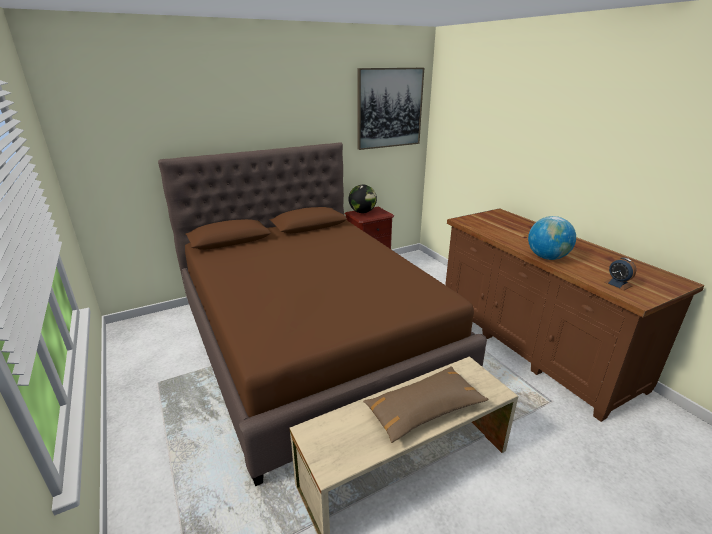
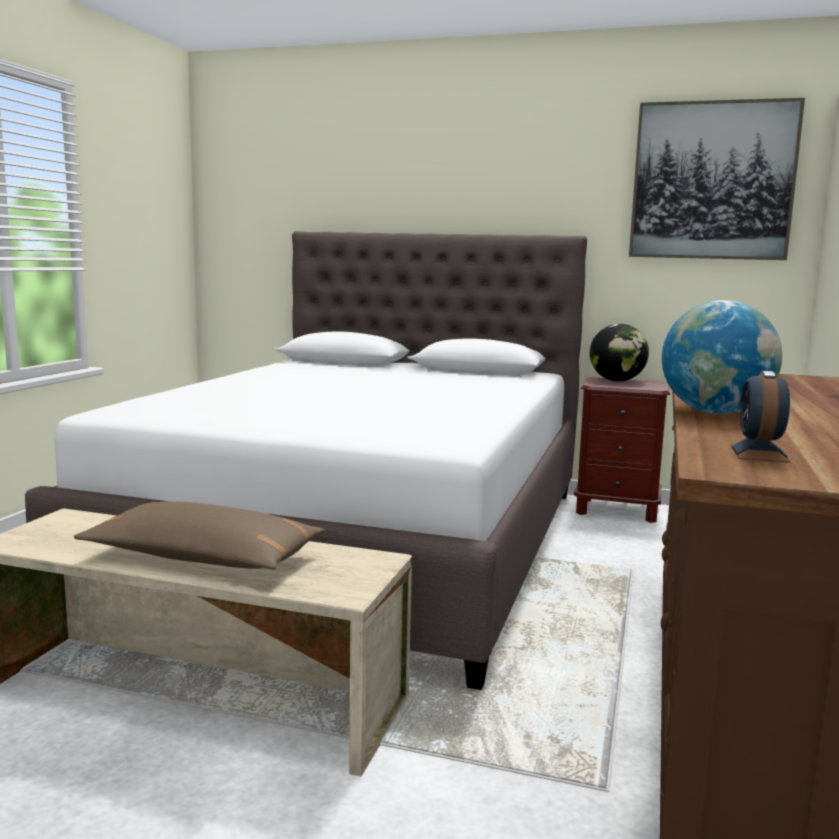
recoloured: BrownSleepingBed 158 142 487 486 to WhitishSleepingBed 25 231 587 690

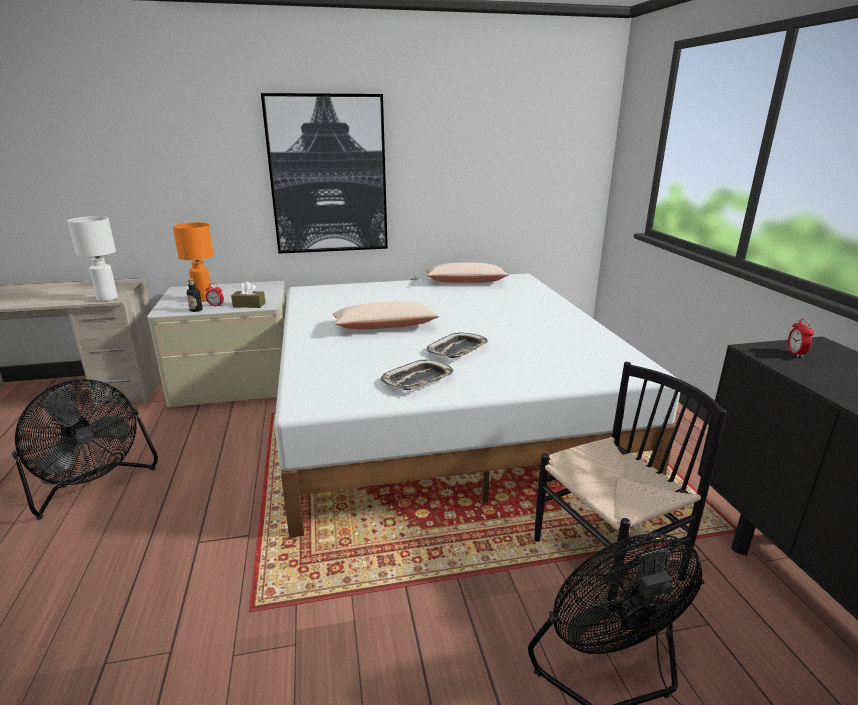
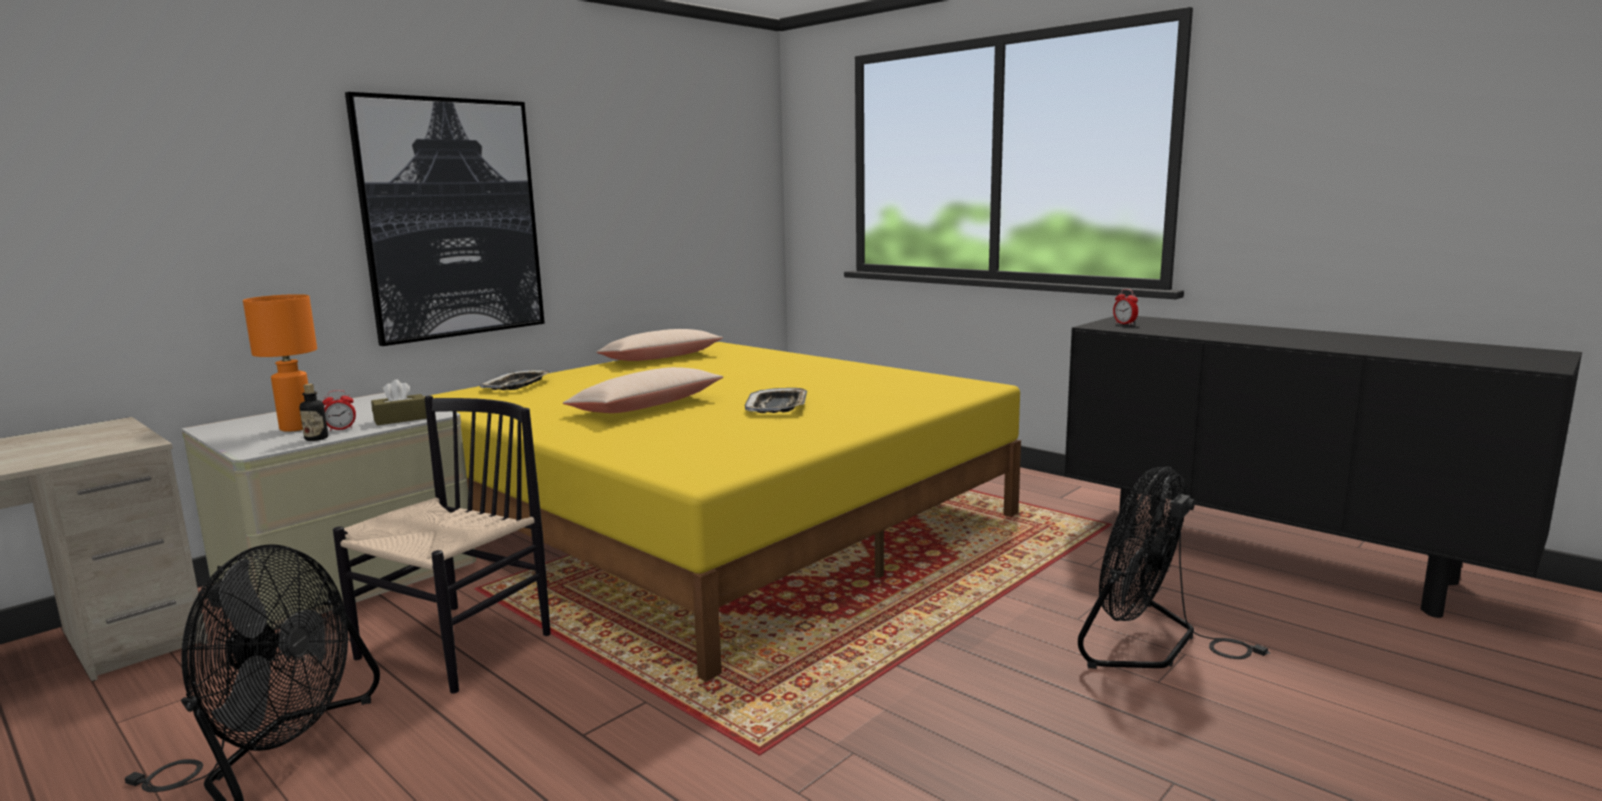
removed: WhitishLampForATable 67 216 118 301
moved: Tray 380 359 454 390 to 480 370 551 390; BlackishChair 534 362 727 618 to 333 396 551 694
recoloured: WhitishSleepingBed 274 273 680 538 to YellowColouredSleepingBed 424 342 1021 682

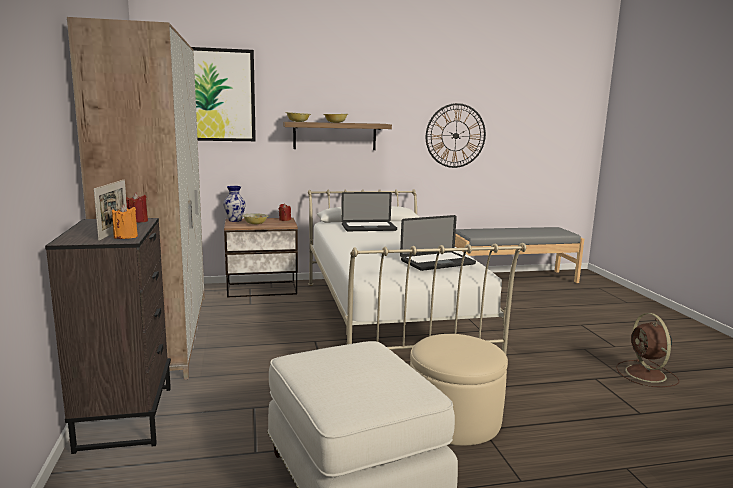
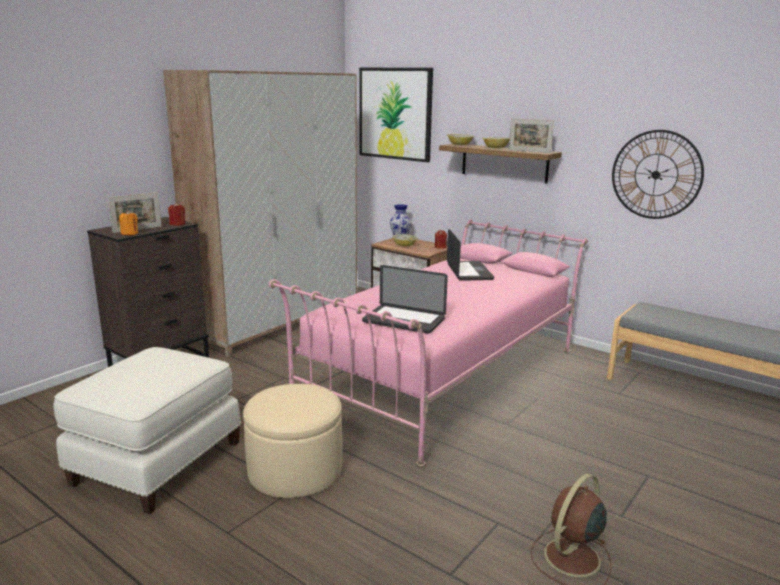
added: PhotoFrame 509 118 554 153
recoloured: WhitishSleepingBed 308 189 527 354 to PinkColouredSleepingBed 269 220 588 467
turned: NotebookComputer 341 192 397 231 = 447 229 494 281 135 degrees counterclockwise

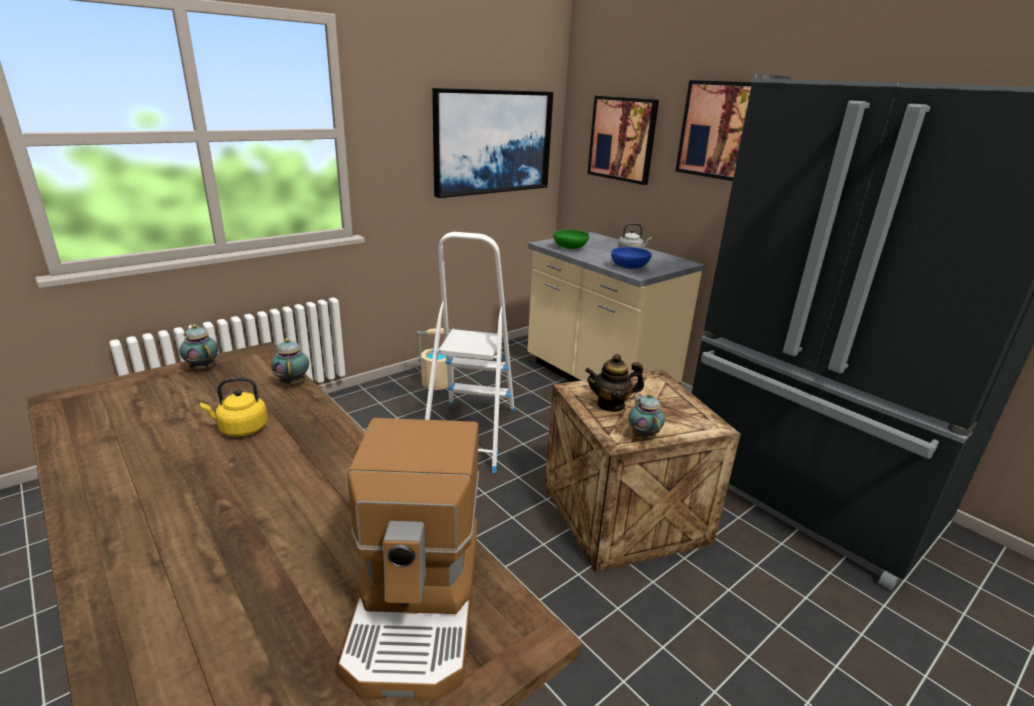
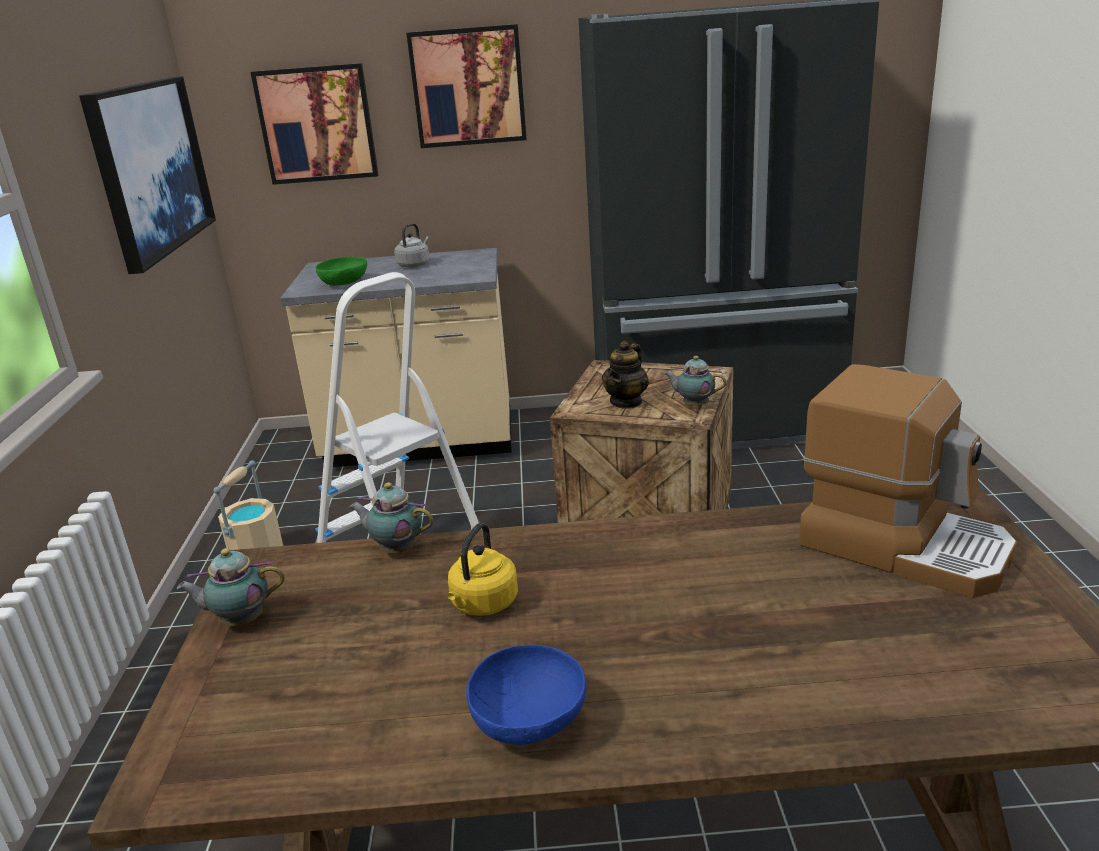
moved: BluishServingBowl 611 247 652 269 to 466 645 586 745

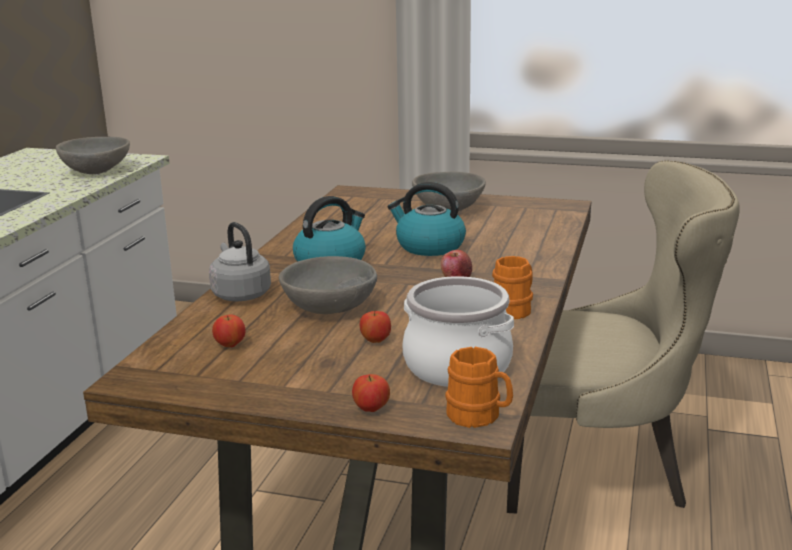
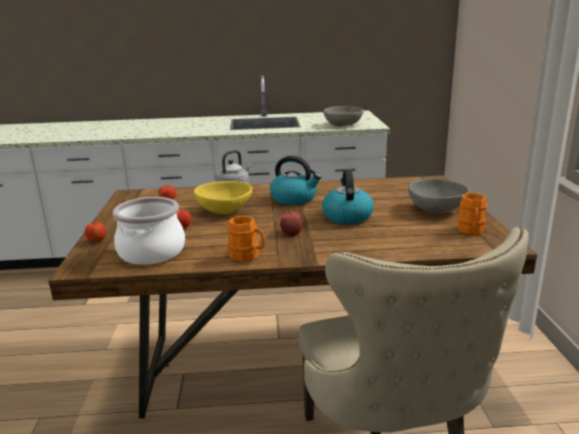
moved: OrangeCoffeeMug 445 347 513 428 to 457 193 488 235
recoloured: GrayServingBowl 279 256 377 314 to YellowColouredServingBowl 194 181 252 214

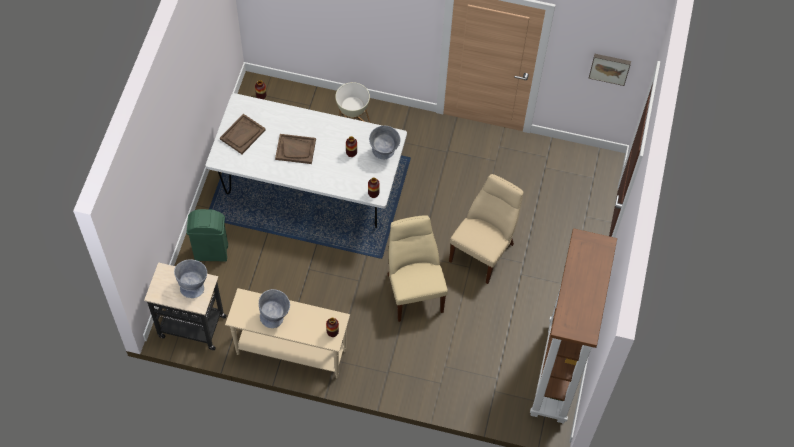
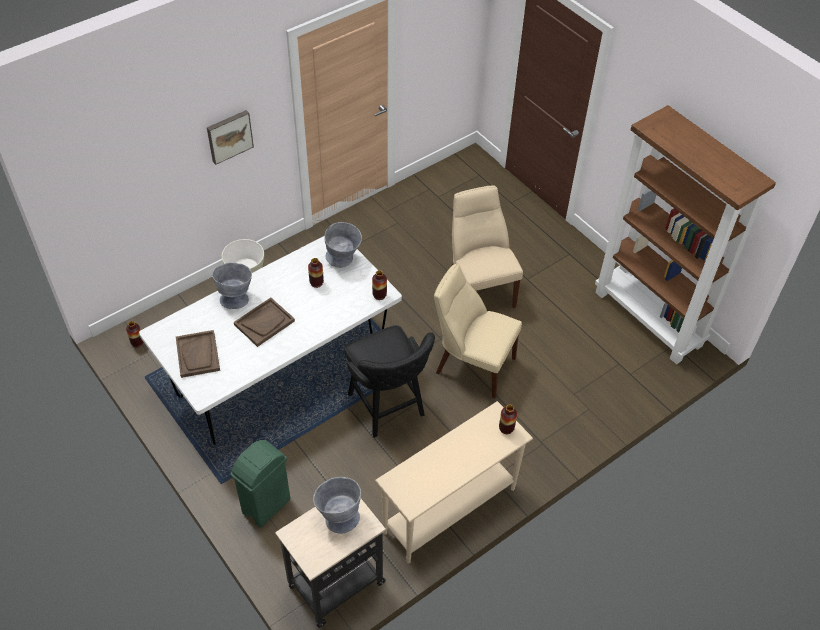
added: BlackishSittingStool 344 325 435 438
moved: GrayServingBowl 259 289 290 328 to 212 262 252 309; WallPicture 589 54 631 86 to 207 110 254 165

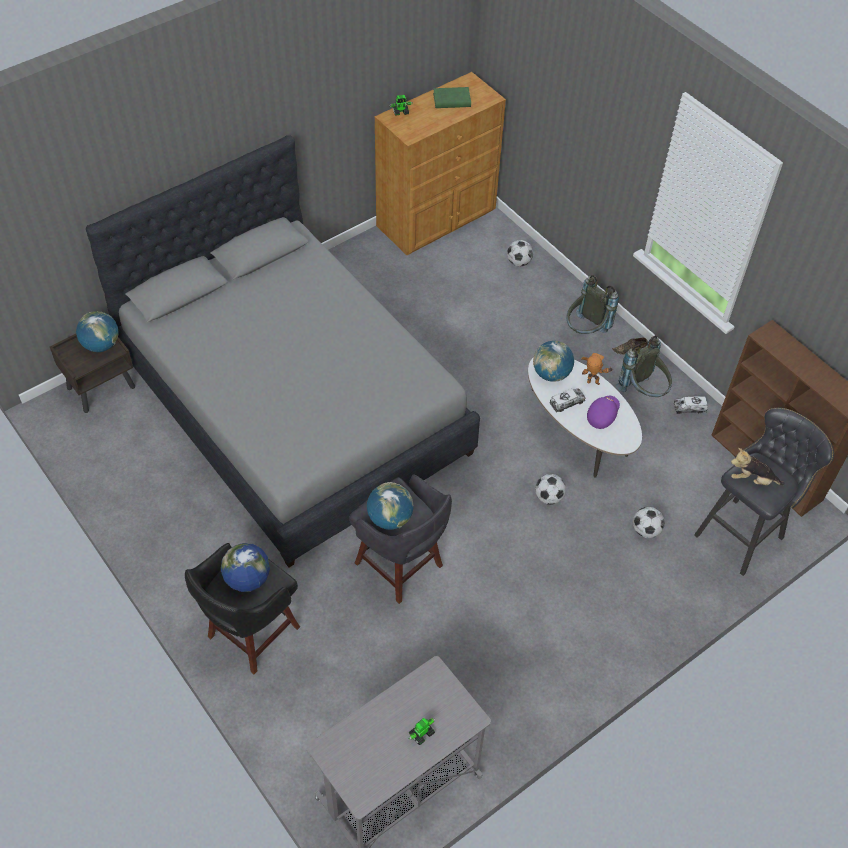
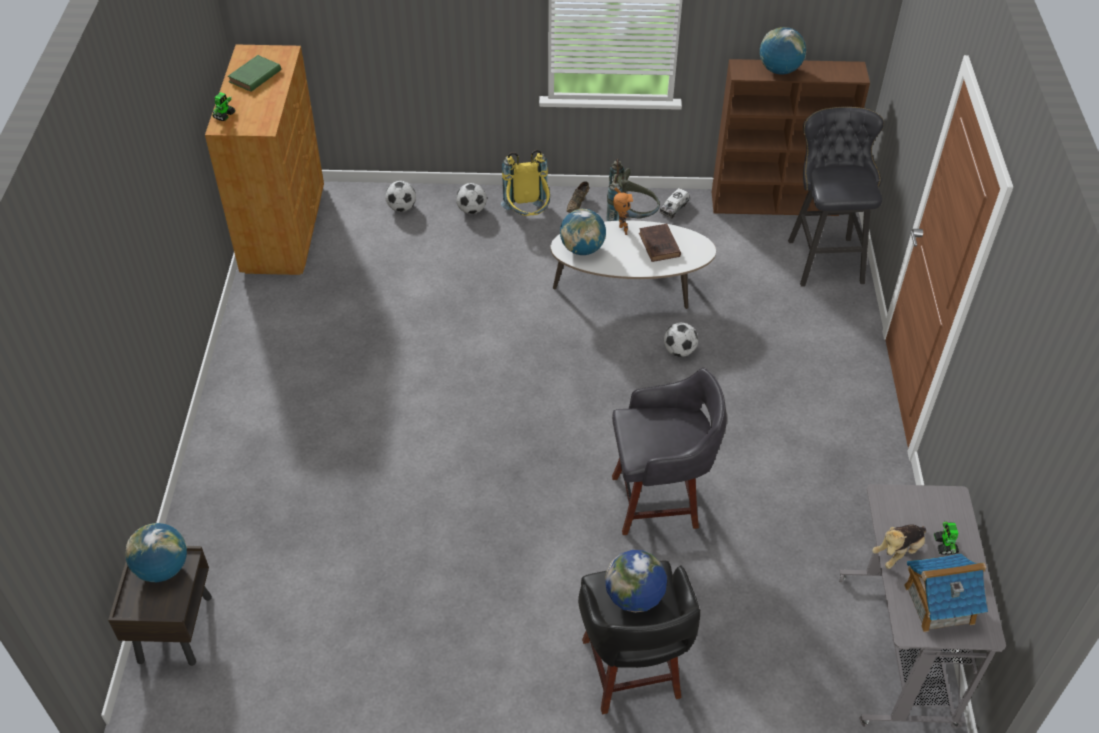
removed: GraySleepingBed 86 135 480 567; ModelTruck 549 388 585 413
added: MiniatureHouse 904 553 988 632
moved: Globe 367 482 414 530 to 760 27 806 75; Football 633 507 665 538 to 456 183 487 214; SoftToy 731 448 785 485 to 872 524 926 569
replaced: PurplishPeakedCap 587 396 620 429 to BrownBoundBook 639 224 681 262
recoloured: GrayKnapsack 566 275 619 334 to YellowColouredKnapsack 501 150 550 216
turned: ToyRobot 581 353 613 385 = 613 188 633 235 105 degrees clockwise

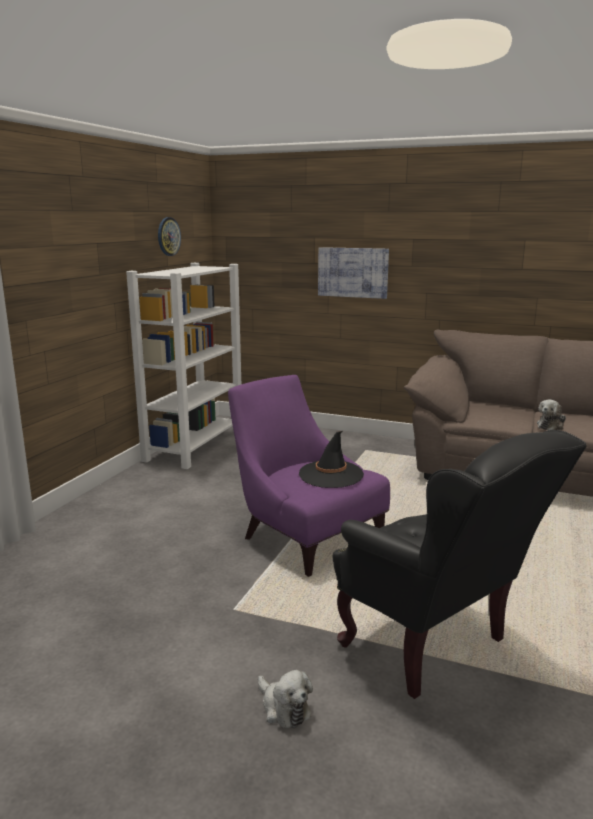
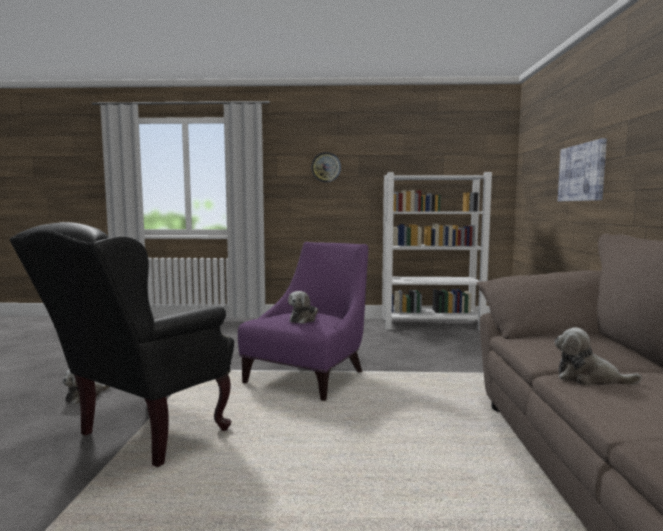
moved: ClockOnTheWall 158 217 181 256 to 311 152 341 182
replaced: BlackishHat 299 431 364 488 to SoftToy 288 291 318 324

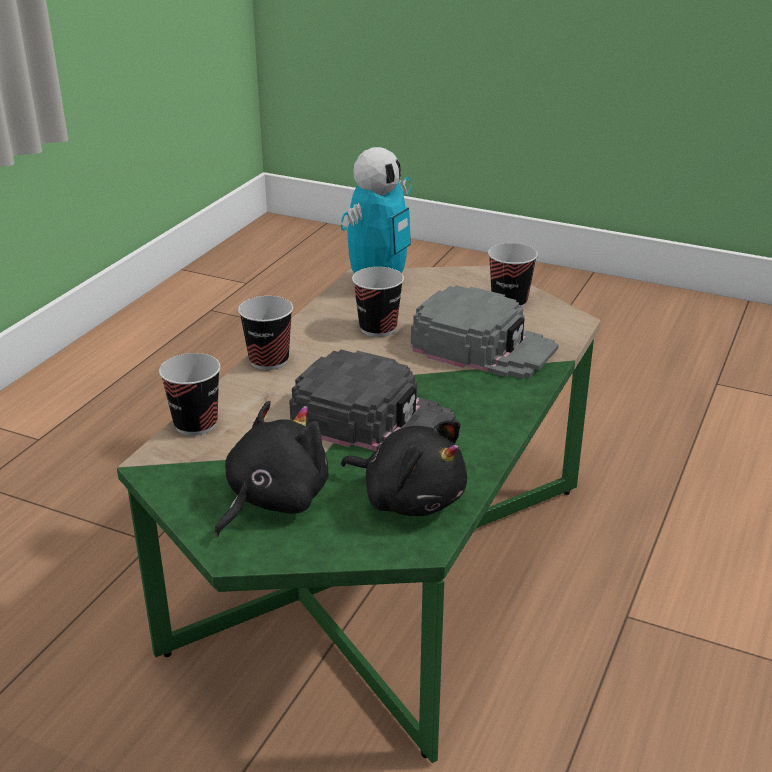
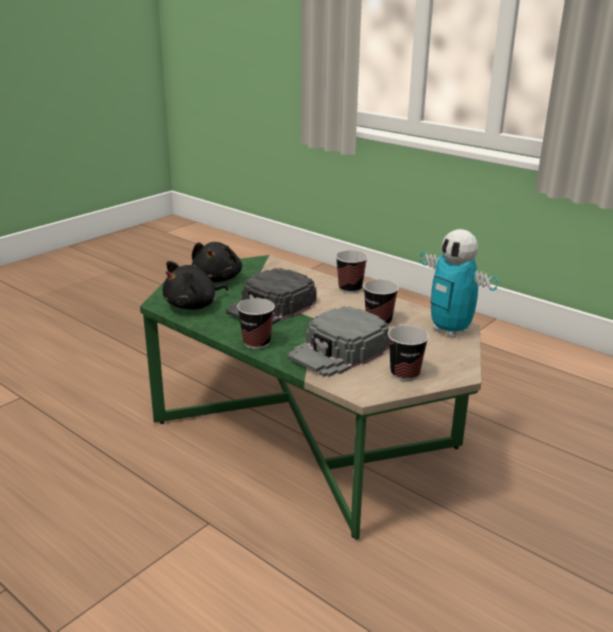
moved: SmallCup 159 353 220 436 to 237 298 275 349
turned: BlackishSoftToy 214 401 329 538 = 192 242 242 282 45 degrees clockwise

